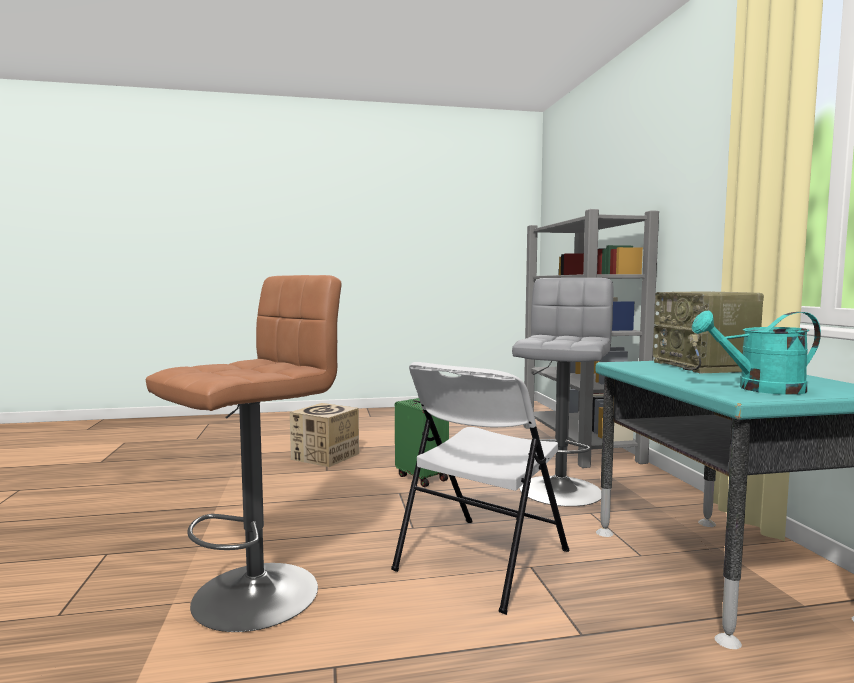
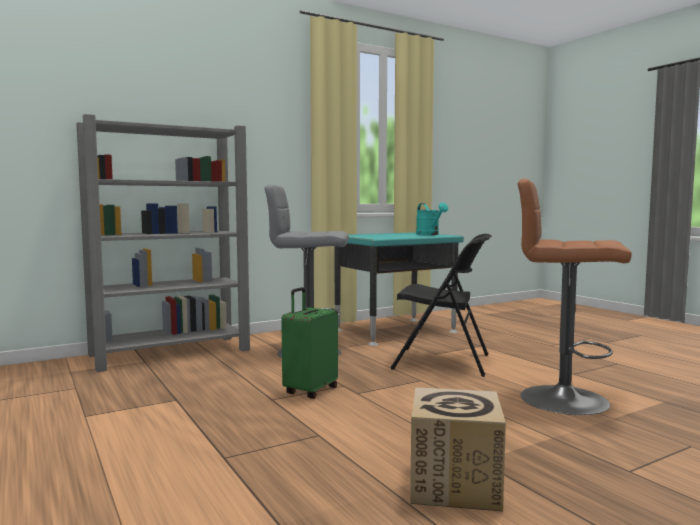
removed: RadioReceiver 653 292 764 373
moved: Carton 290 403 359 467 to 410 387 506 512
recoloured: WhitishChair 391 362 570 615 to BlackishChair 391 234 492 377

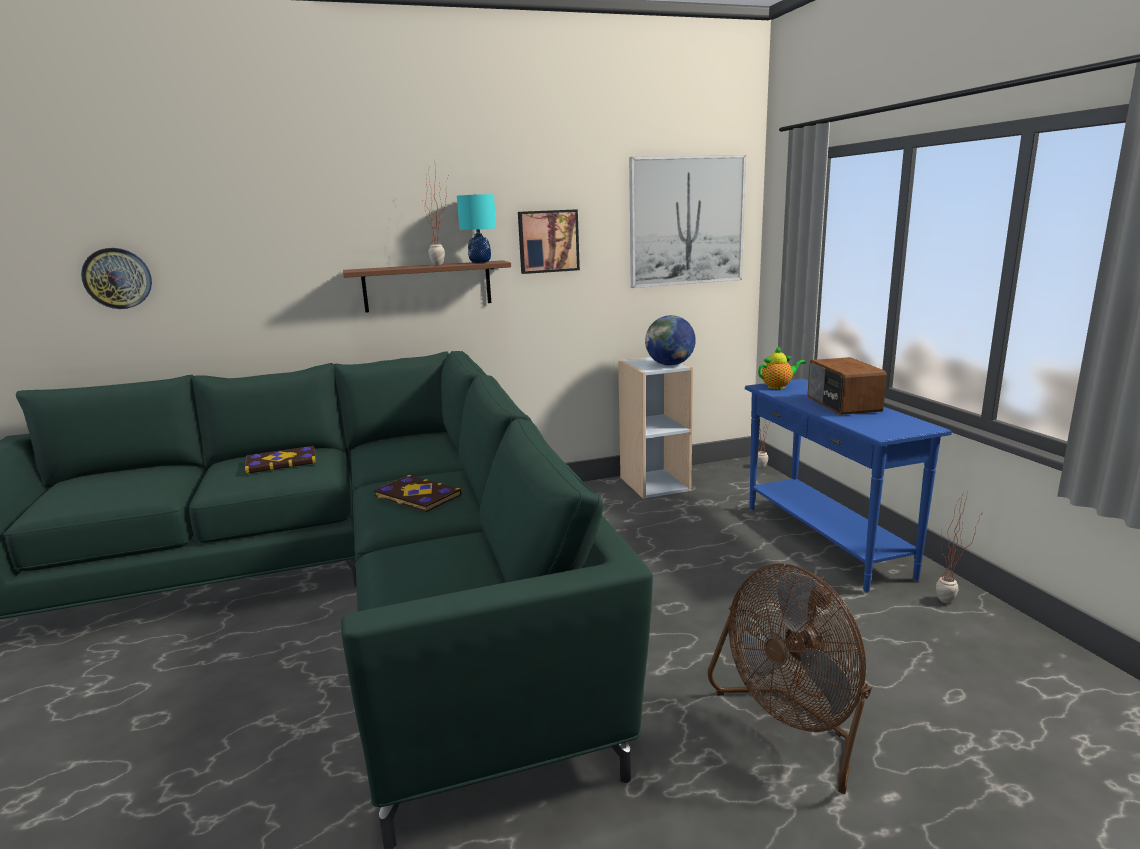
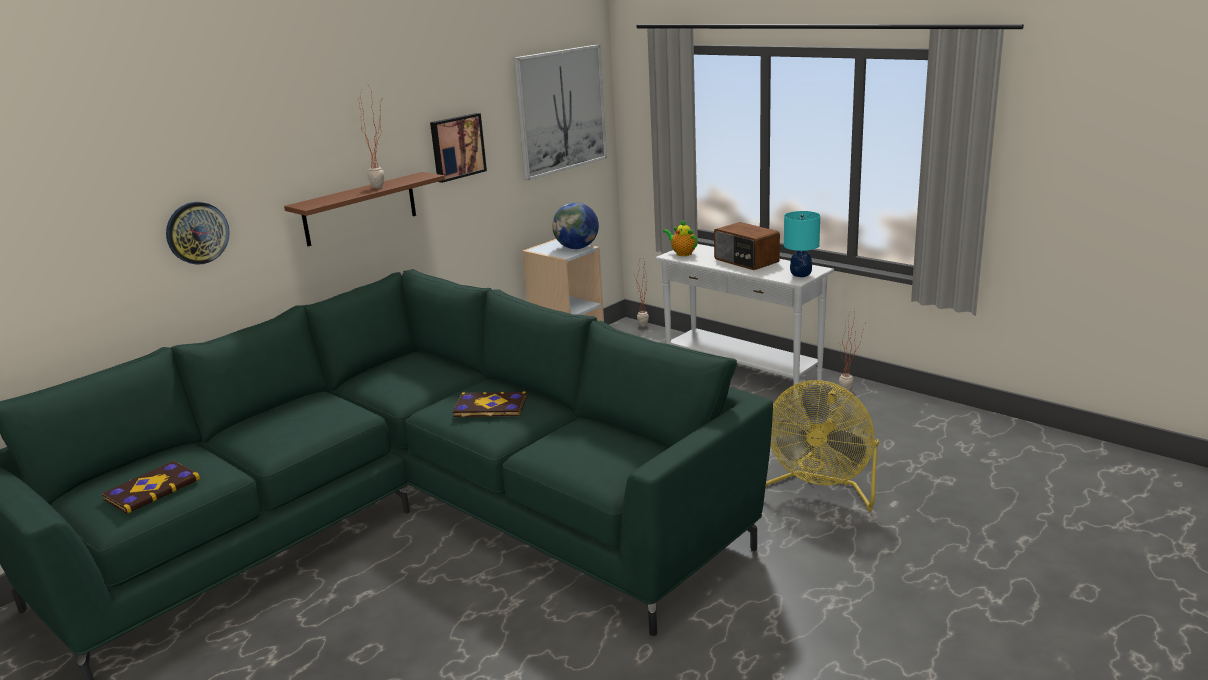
moved: ClockOnTheWall 81 248 152 309 to 166 202 230 265; BoundBook 245 446 316 474 to 101 461 200 514; BlueGreenLampForATable 457 194 496 263 to 784 211 820 277
recoloured: BrownCoolingFan 708 563 872 794 to YellowColouredCoolingFan 765 380 879 511; BluishConsoleTable 745 379 952 593 to WhitishConsoleTable 655 244 834 400
turned: PotForTea 758 347 806 389 = 663 220 698 256 90 degrees counterclockwise

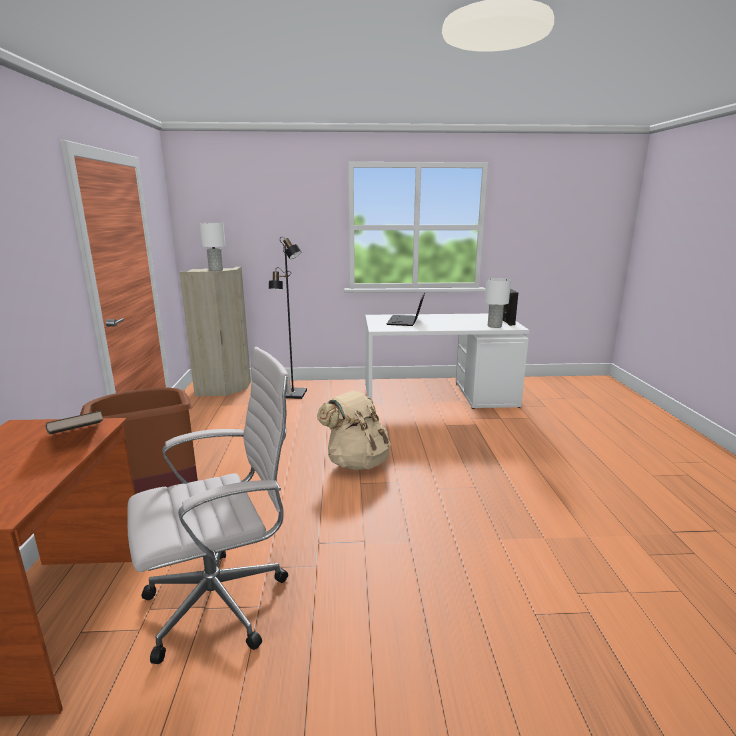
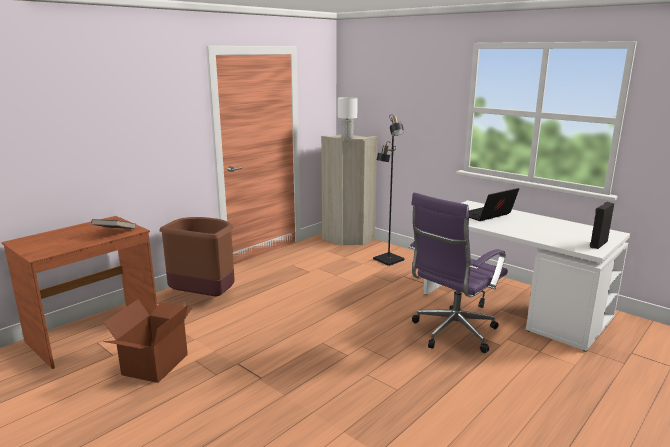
removed: BeigeColouredKnapsack 317 391 391 470; WhitishLampForATable 485 278 511 328
added: PurplishOfficeChair 409 193 508 353
replaced: WhitishOfficeChair 127 347 292 664 to Carton 103 299 192 383

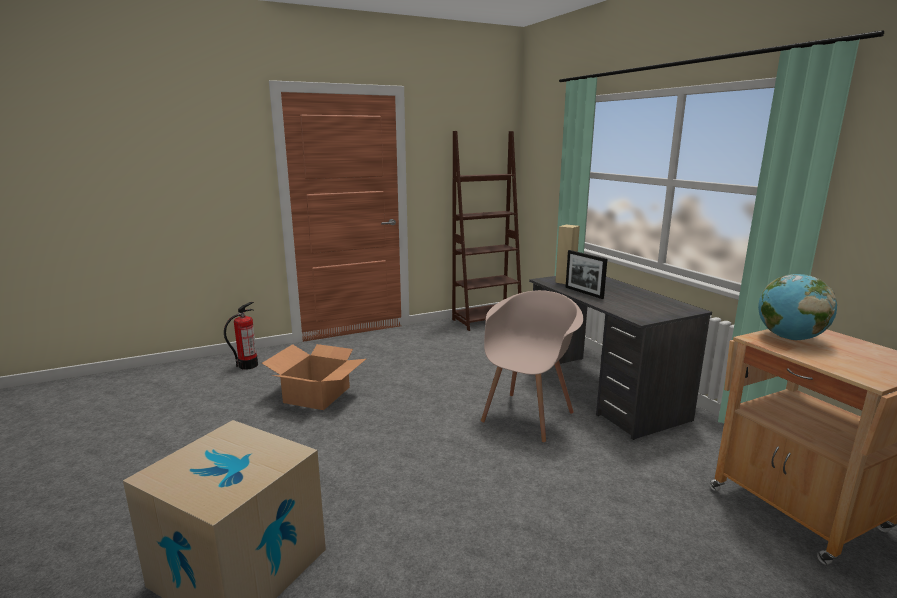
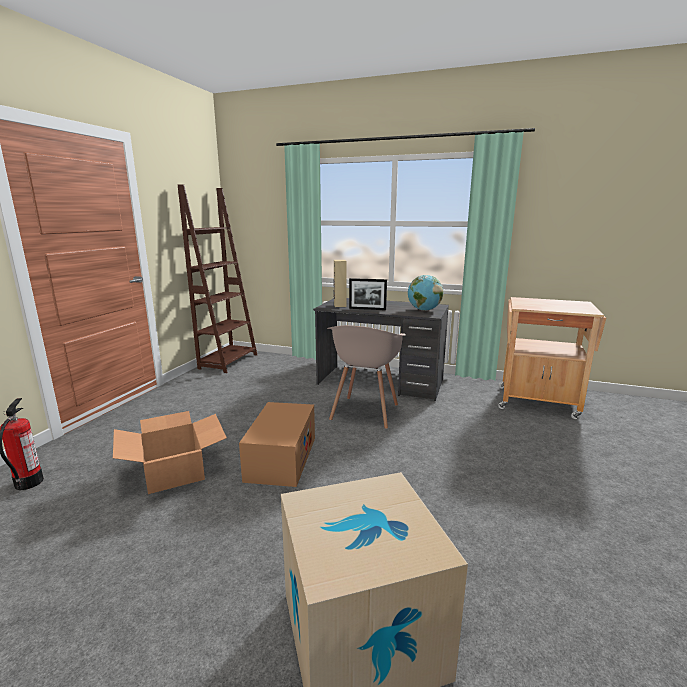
added: Carton 239 402 315 487
moved: Globe 758 274 837 340 to 408 275 444 311
turned: BeigeColouredChair 481 290 583 442 = 327 325 406 429 150 degrees counterclockwise

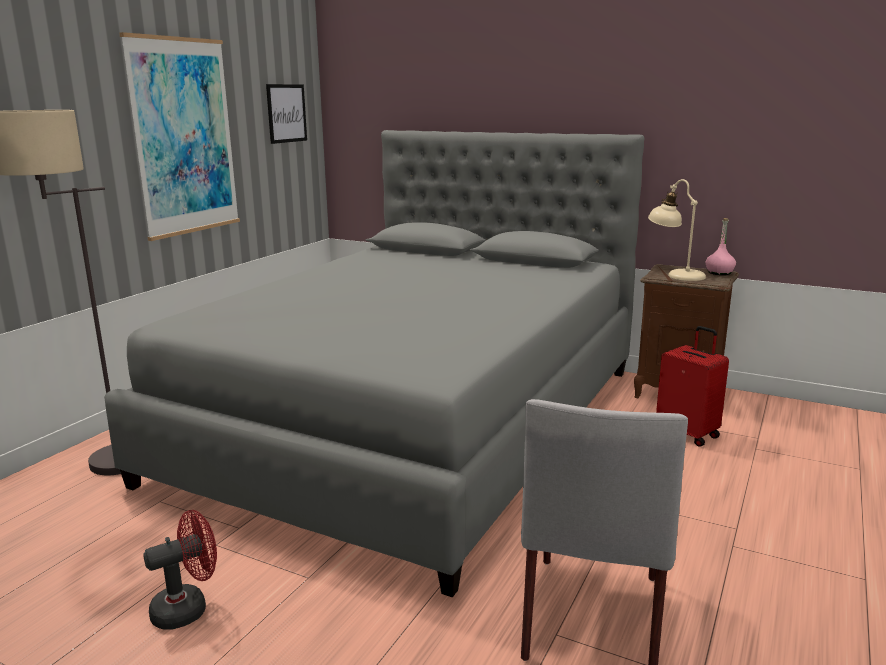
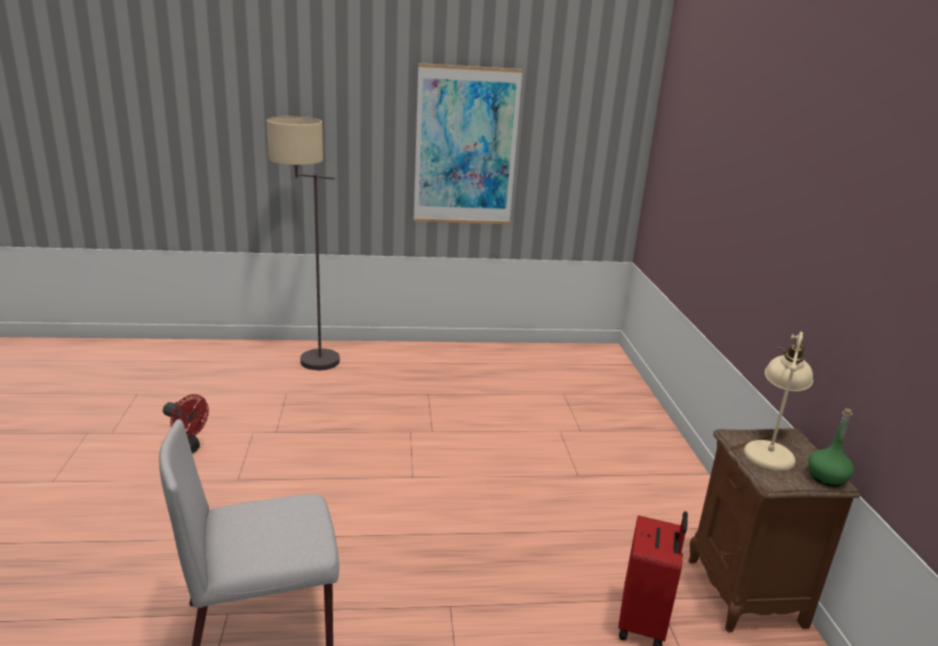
removed: GraySleepingBed 104 130 644 598; WallPicture 266 84 307 144
recoloured: PinkColouredBottle 706 218 736 275 to GreenColouredBottle 808 408 854 487

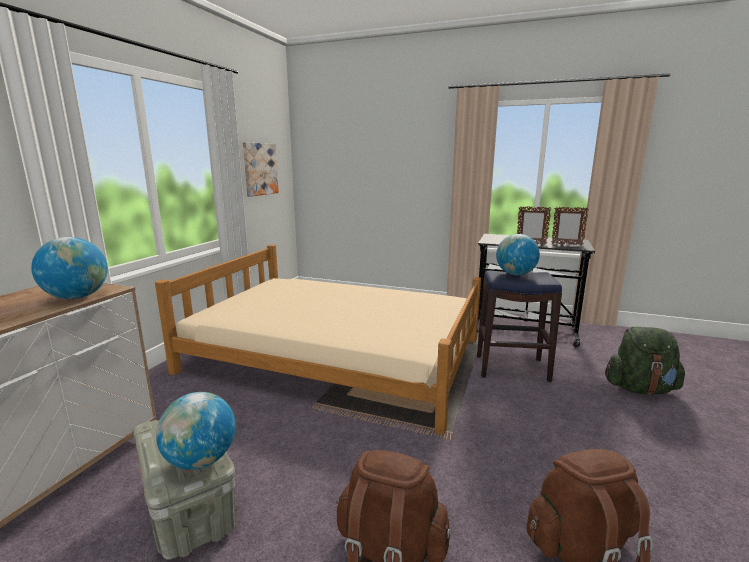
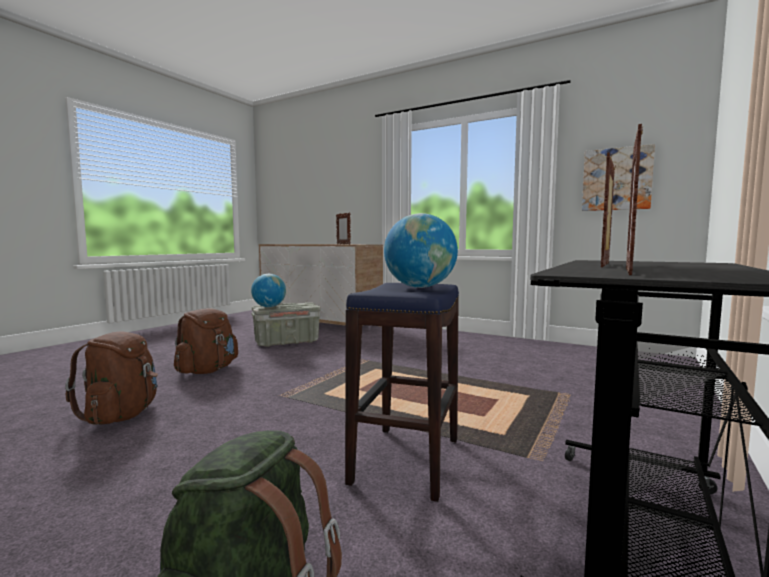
removed: BeigeColouredSleepingBed 155 244 481 435
replaced: Globe 31 237 108 299 to PhotoFrame 336 212 351 244

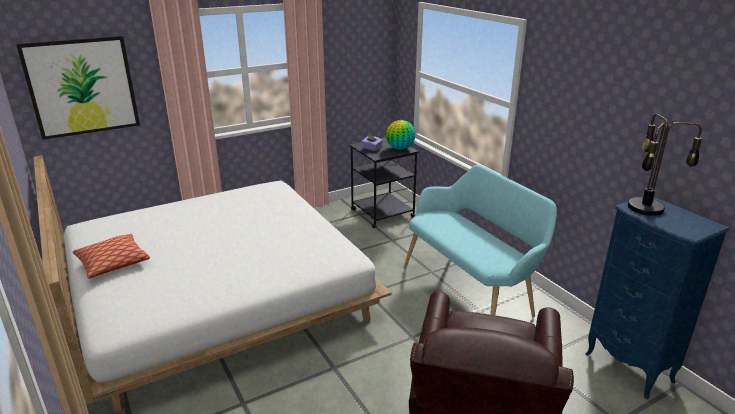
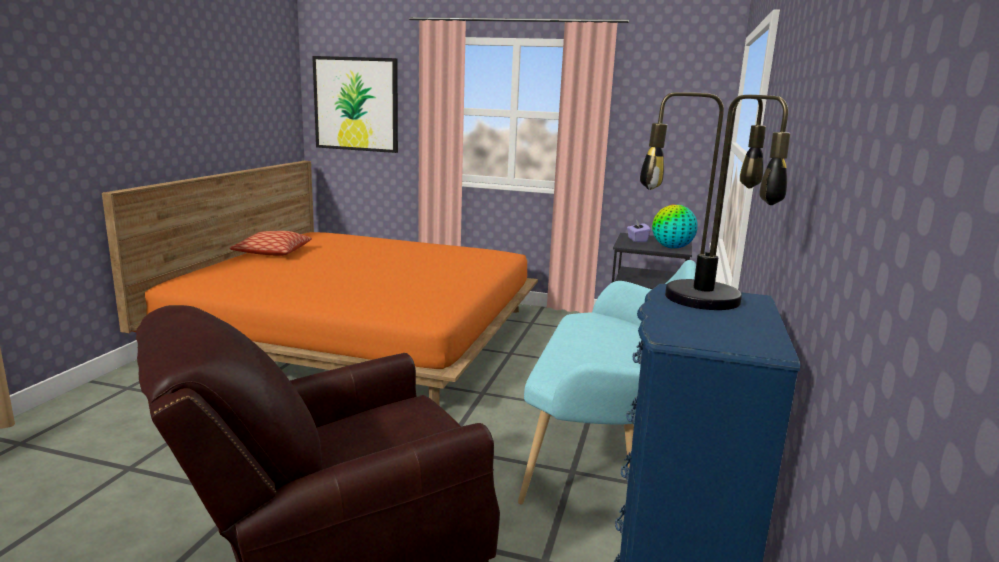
recoloured: WhitishSleepingBed 33 155 391 412 to OrangeSleepingBed 102 161 538 406

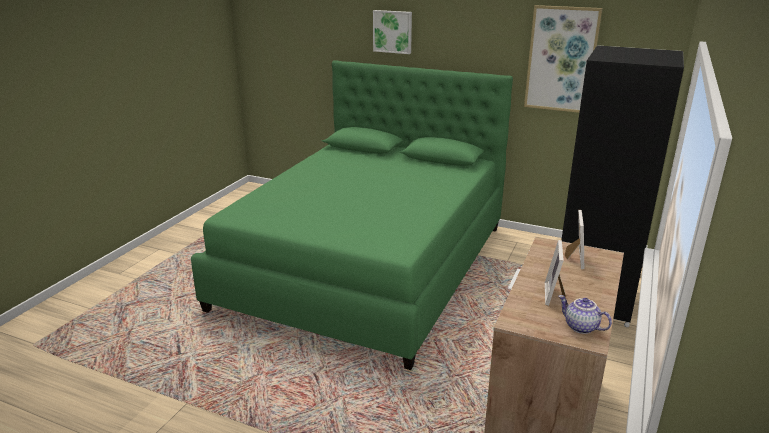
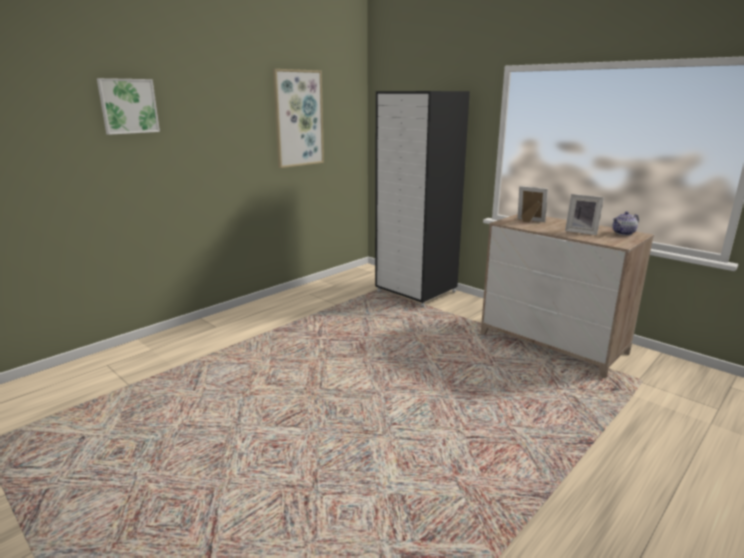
removed: GreenColouredSleepingBed 191 60 513 370

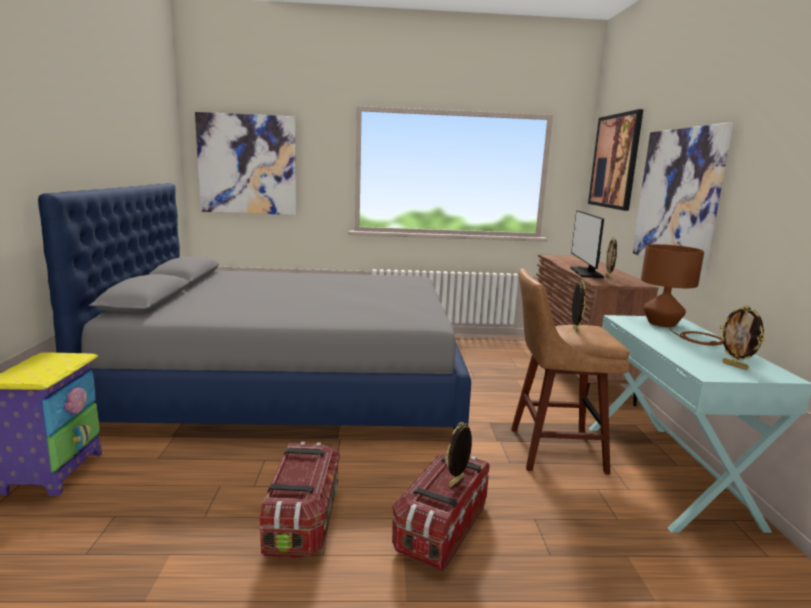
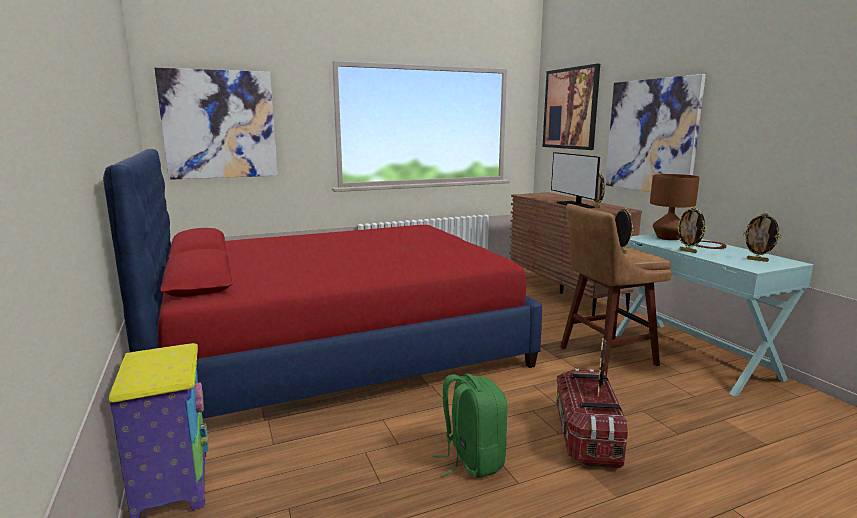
added: PhotoFrame 676 207 706 253
replaced: StorageBin 260 442 340 558 to GreenColouredKnapsack 433 374 507 478
recoloured: GraySleepingBed 38 183 471 430 to RedColouredSleepingBed 103 149 542 419

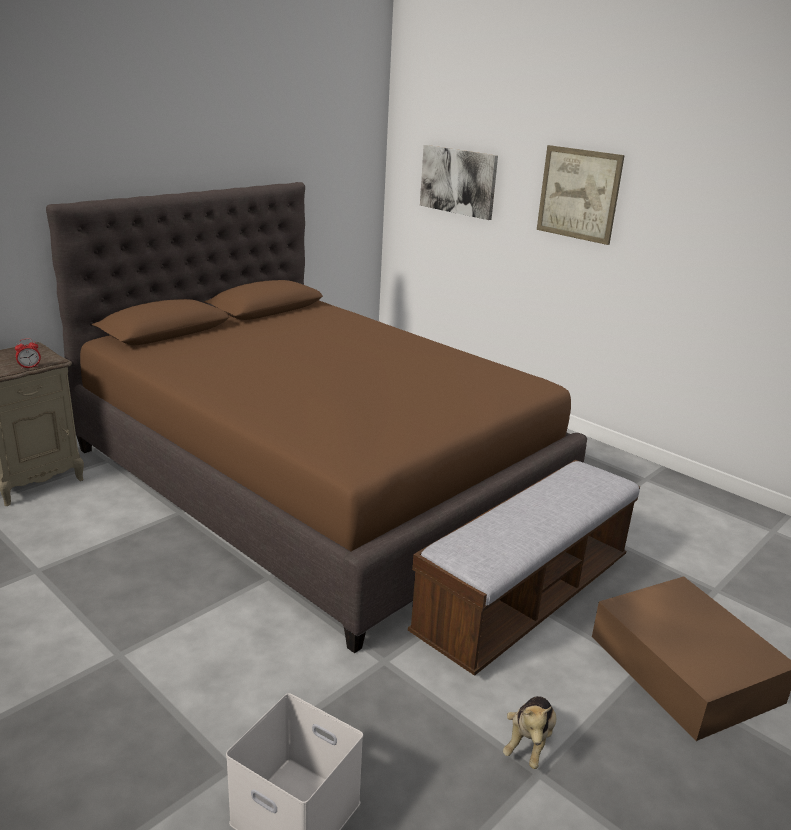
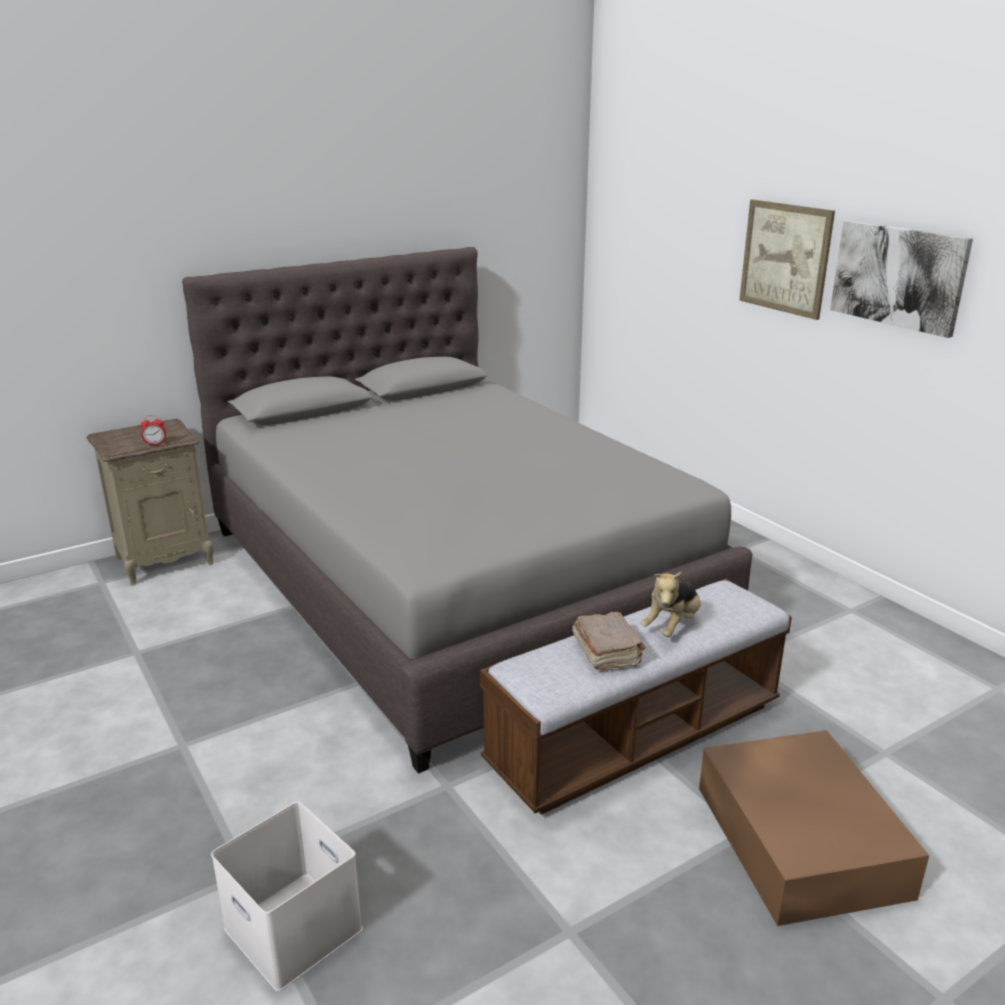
added: BrownBoundBook 572 612 645 670
moved: WallPicture 420 145 498 220 to 830 220 973 338; SoftToy 503 696 556 769 to 641 571 701 637
recoloured: BrownSleepingBed 46 182 587 653 to GraySleepingBed 182 247 753 774

